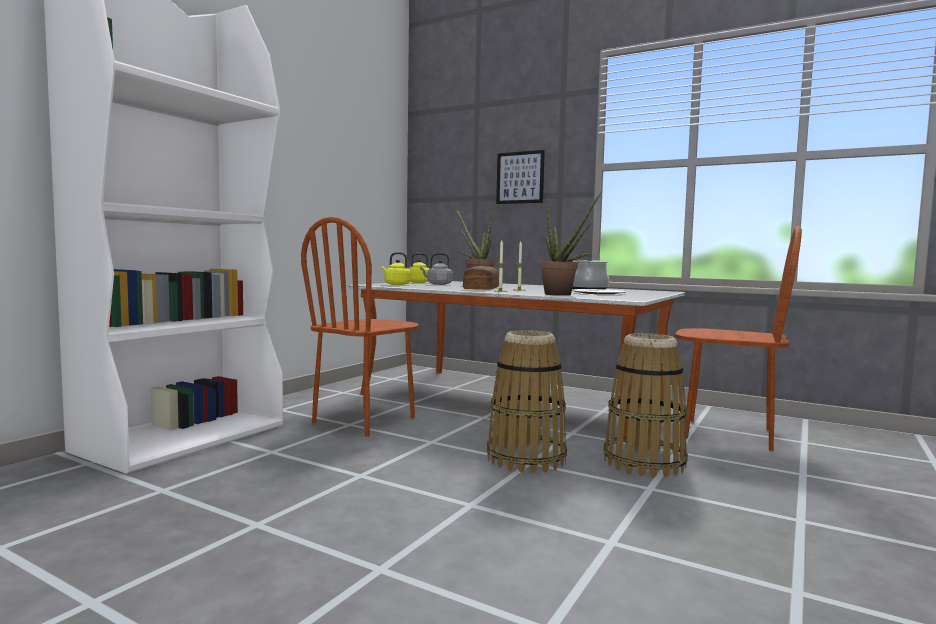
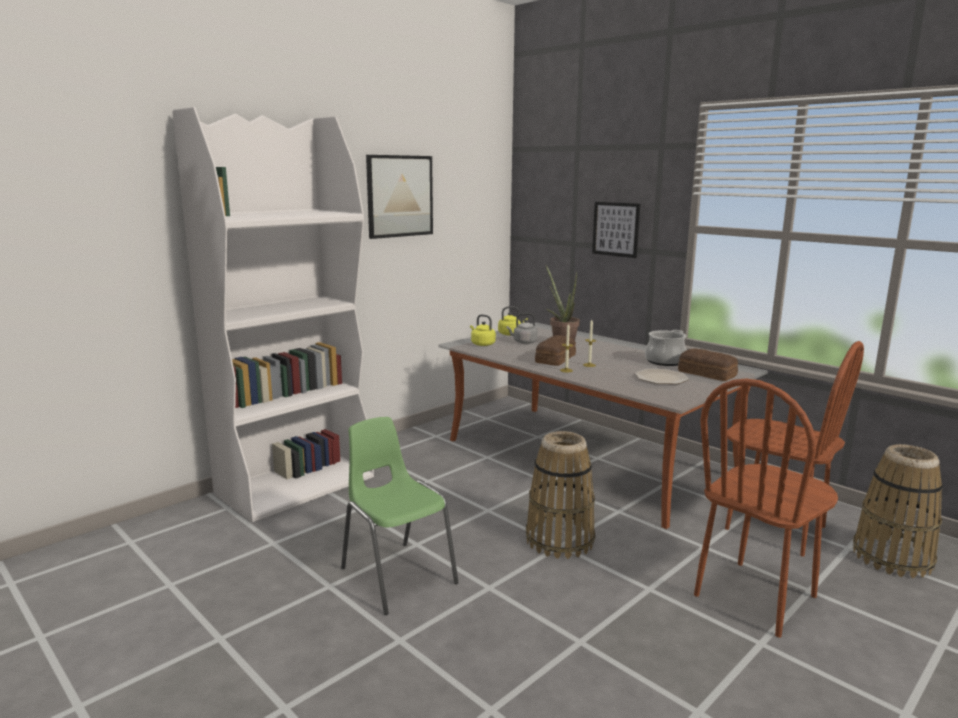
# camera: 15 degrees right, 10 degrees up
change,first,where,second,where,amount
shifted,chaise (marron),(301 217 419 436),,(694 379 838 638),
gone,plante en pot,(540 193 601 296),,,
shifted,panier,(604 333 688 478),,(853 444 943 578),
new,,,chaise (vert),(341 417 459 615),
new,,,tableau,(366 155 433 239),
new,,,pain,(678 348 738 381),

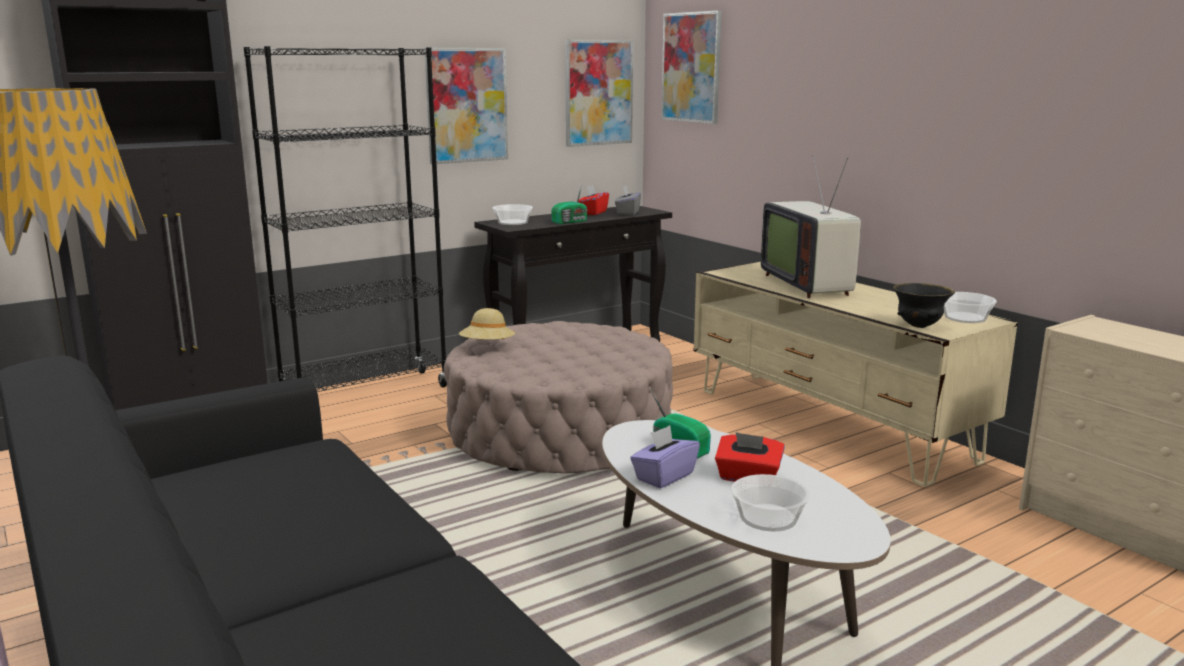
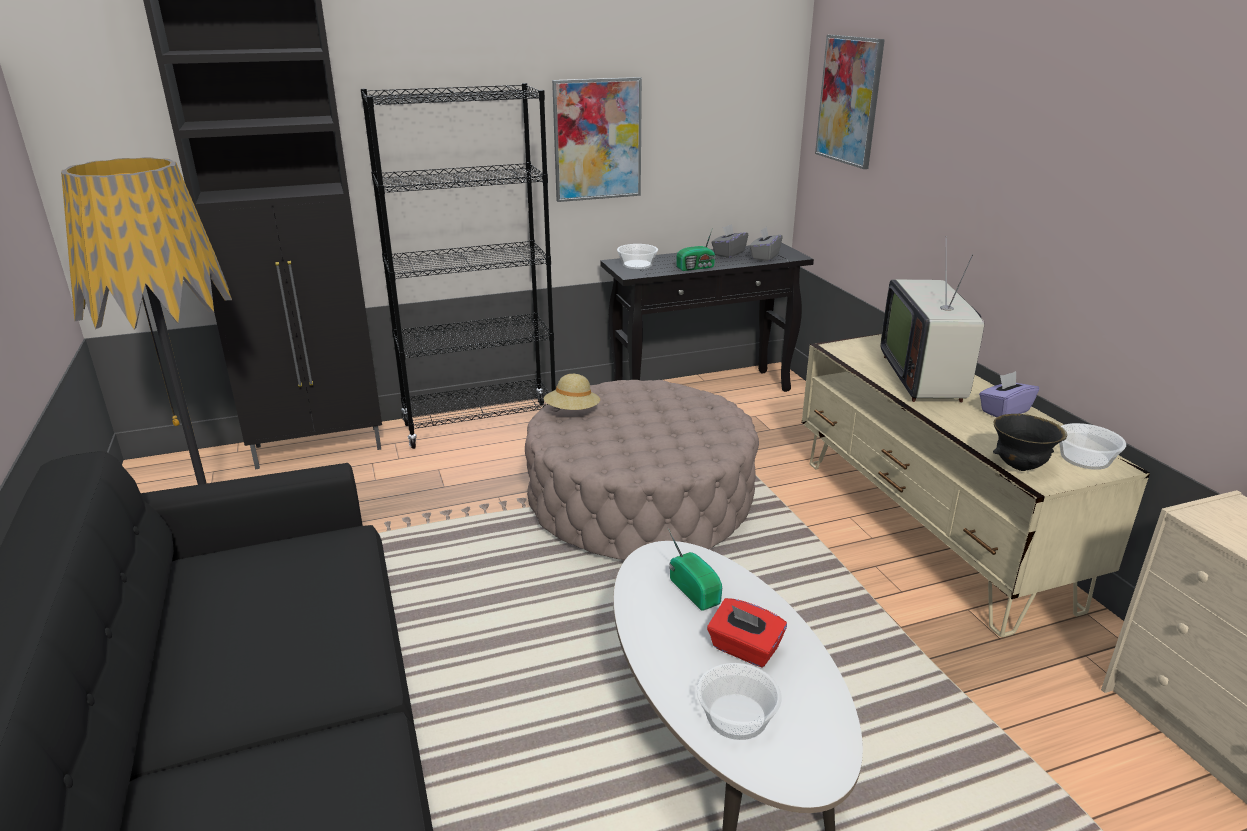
# camera: 15 degrees right, 10 degrees up
change,first,where,second,where,amount
gone,tableau,(565 40 633 147),,,
repainted,boîte à mouchoirs (rouge),(578 185 609 215),boîte à mouchoirs (gris),(711 224 748 258),
shifted,boîte à mouchoirs (violet),(630 425 700 488),,(979 371 1039 417),

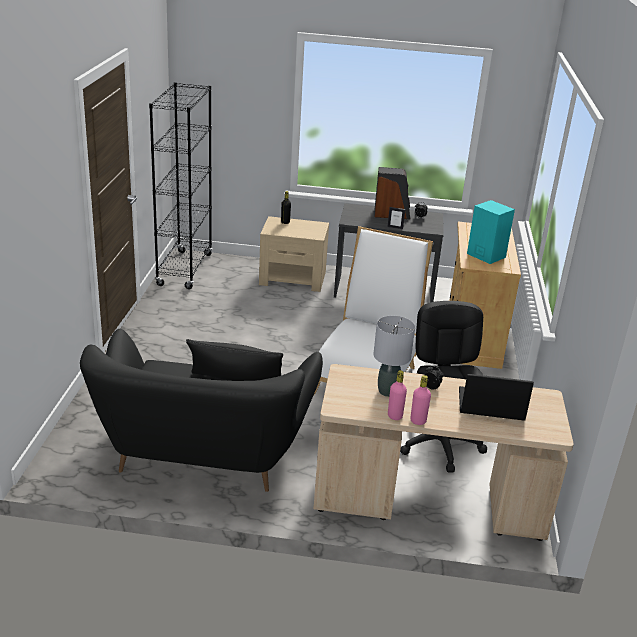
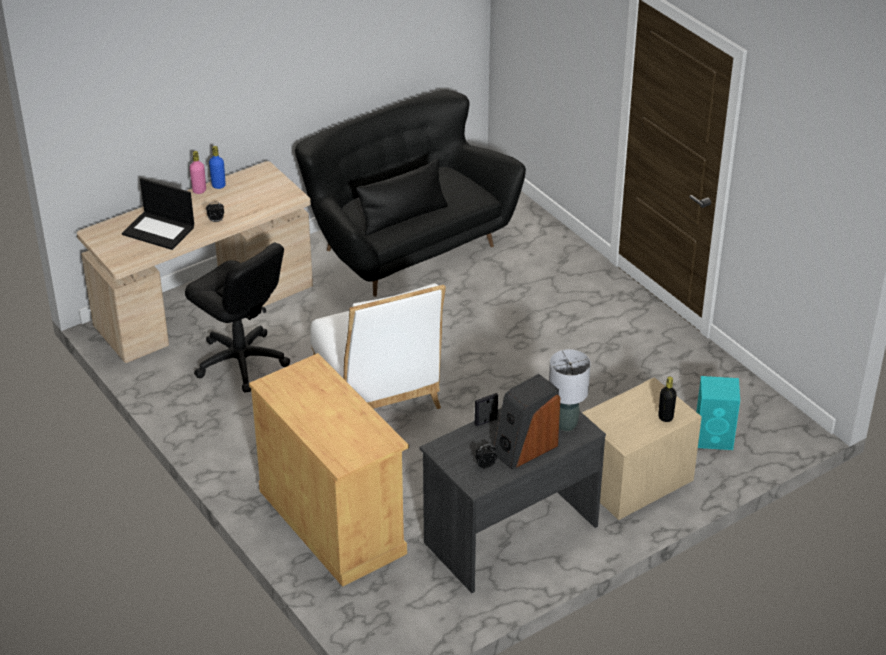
# camera: 140 degrees right, 10 degrees up
change,first,where,second,where,amount
gone,bibliothèque (noir),(149 82 213 289),,,
shifted,lampe de table (gris),(373 316 415 397),,(549 349 591 431),
repainted,bouteille (rose),(388 370 407 420),bouteille (bleu),(209 146 226 189),
rotated,ordinateur portable,(459 374 534 421),,(122 178 194 250),60 degrees clockwise
shifted,enceinte (turquoise),(467 200 515 264),,(696 376 740 450),

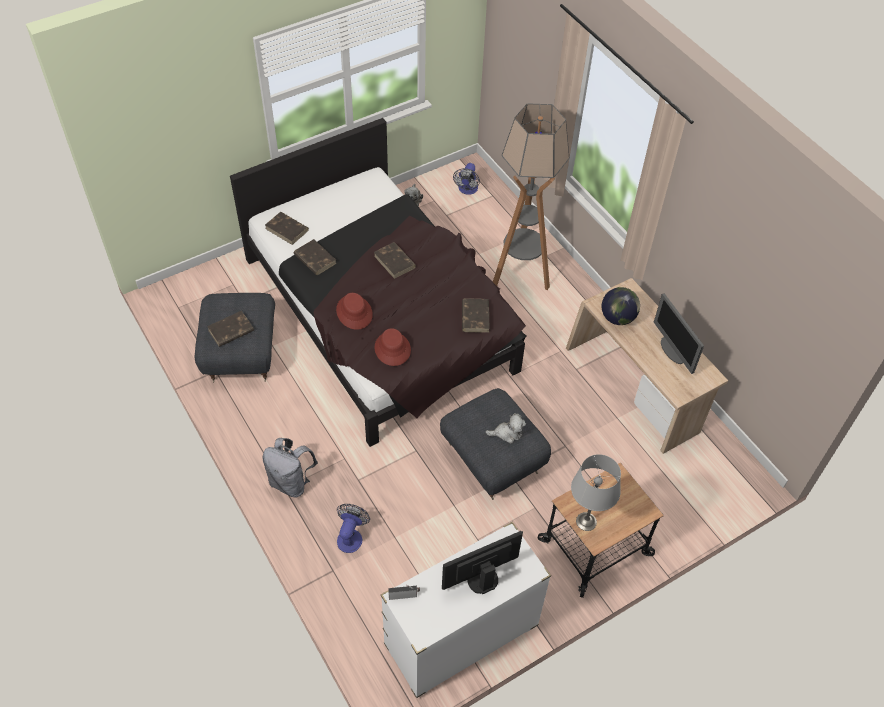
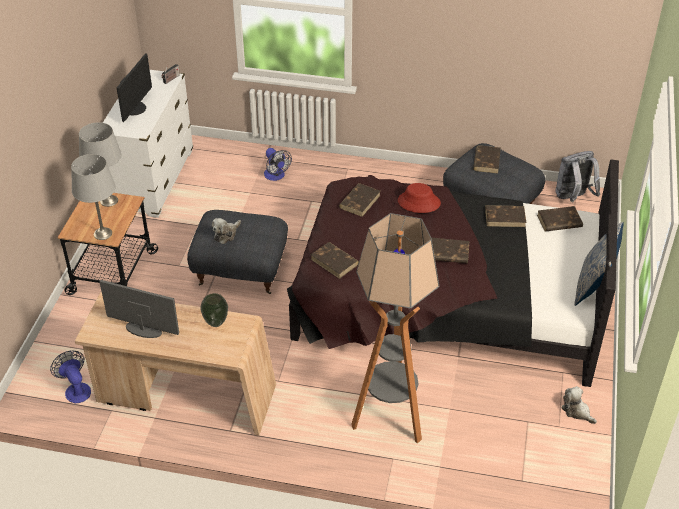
# camera: 135 degrees right, 10 degrees down
change,first,where,second,where,amount
shifted,sac à dos (gris),(263 438 318 498),,(556 151 600 202),
swapped,chapeau (rouge),(375 328 411 366),livre (marron),(339 183 381 217),
shifted,ventilateur,(453 163 480 195),,(50 351 91 403),
swapped,globe,(602 287 640 325),vase,(200 293 228 327),
new,,,lampe de table (gris),(71 154 116 240),
new,,,coussin,(574 222 624 306),

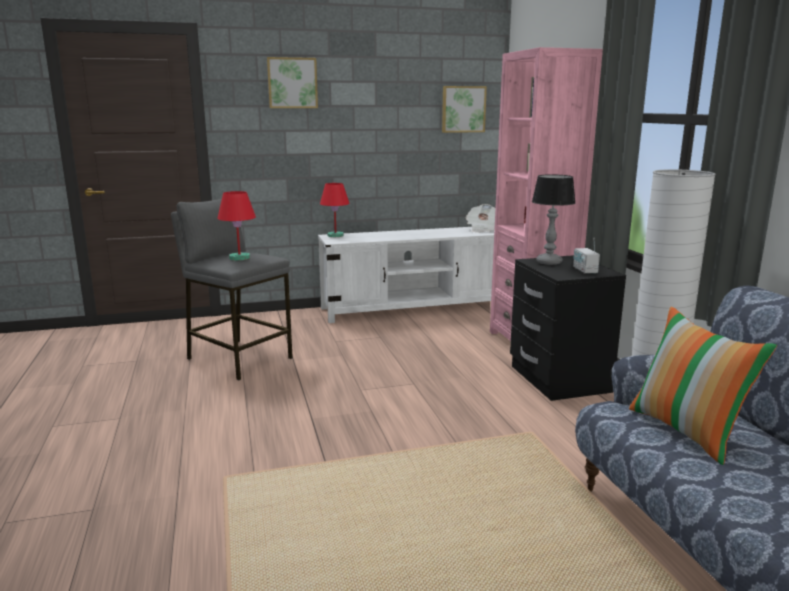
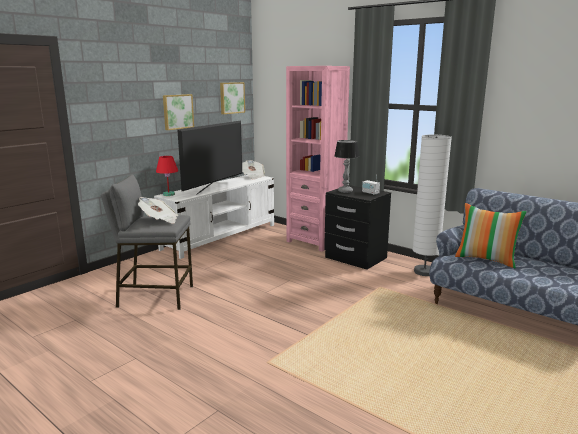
# camera: 35 degrees left, 0 degrees up
change,first,where,second,where,amount
swapped,lampe de table (rouge),(217 191 256 261),journal,(138 197 178 223),
shifted,tableau,(267 57 318 108),,(163 94 194 130),
new,,,téléviseur,(177 120 242 195),

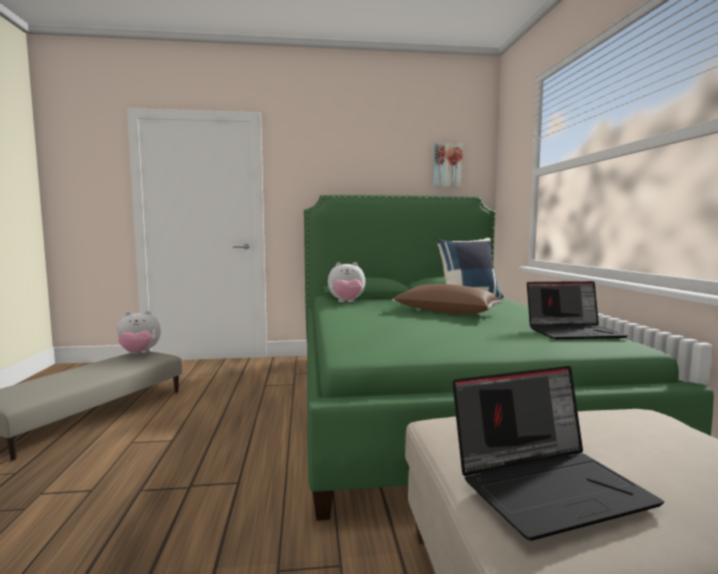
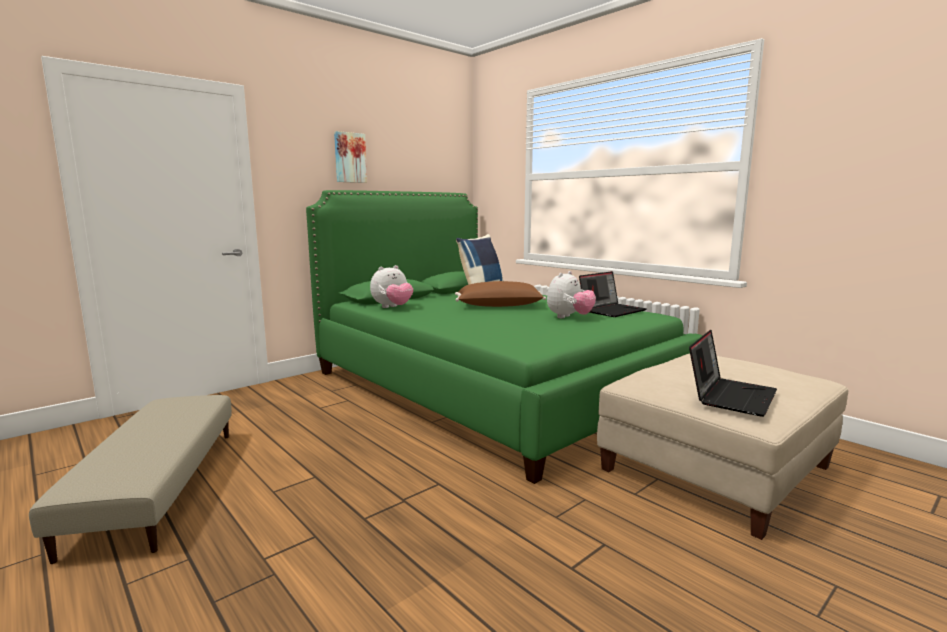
# camera: 35 degrees left, 5 degrees up
change,first,where,second,where,amount
shifted,peluche,(117 311 161 354),,(547 271 596 318),
shifted,tableau,(433 143 463 187),,(334 131 367 183),

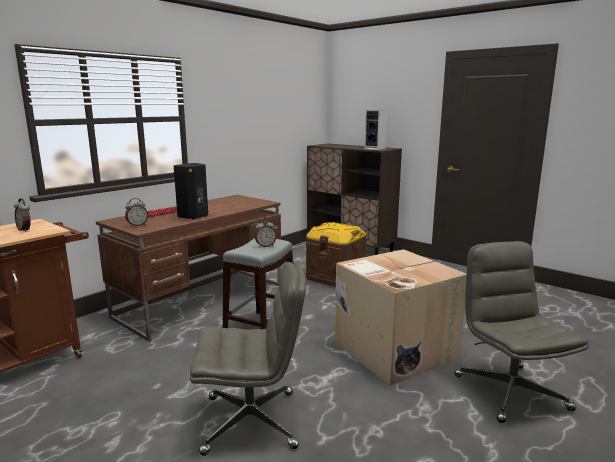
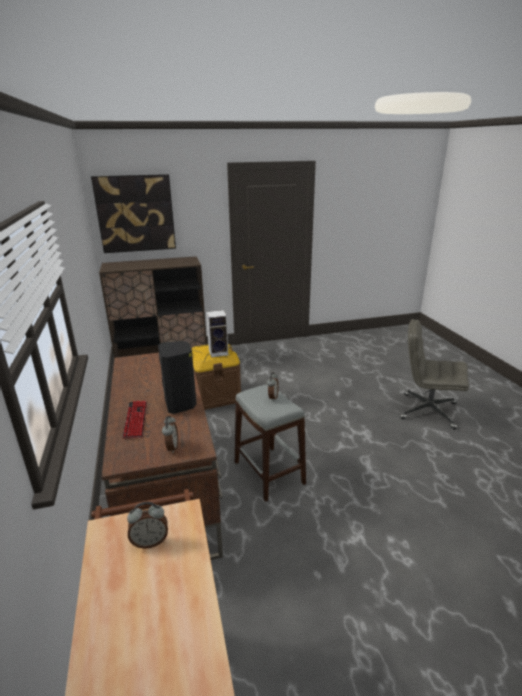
# camera: 55 degrees left, 10 degrees up
change,first,where,second,where,amount
gone,chaise de bureau (gris),(190 262 306 456),,,
gone,carton,(335 249 467 385),,,
shifted,enceinte,(364 110 387 150),,(206 310 228 357),
new,,,tableau,(91 174 176 253),

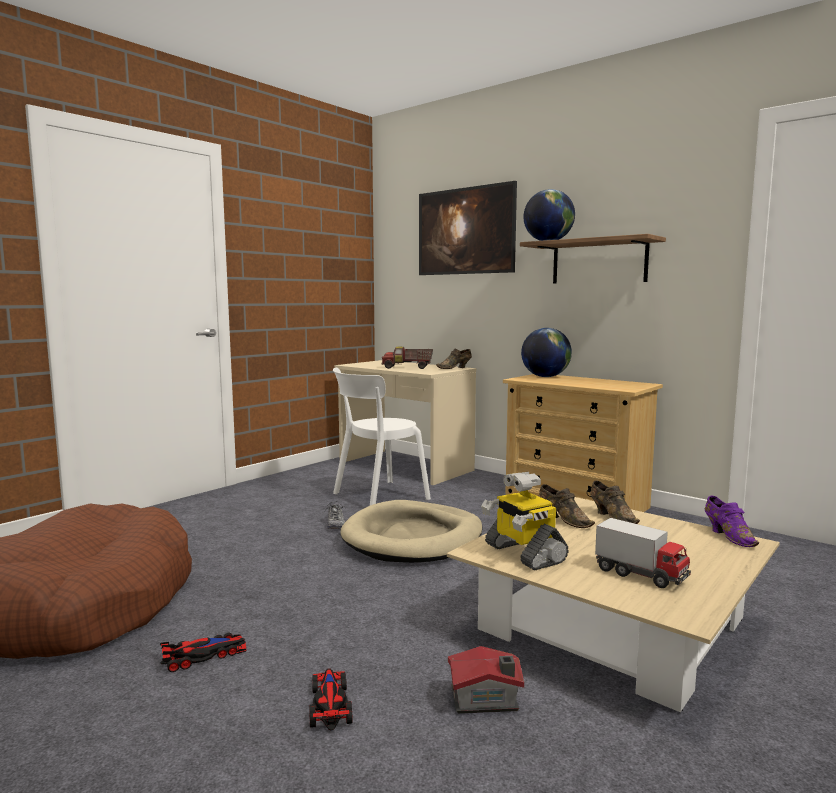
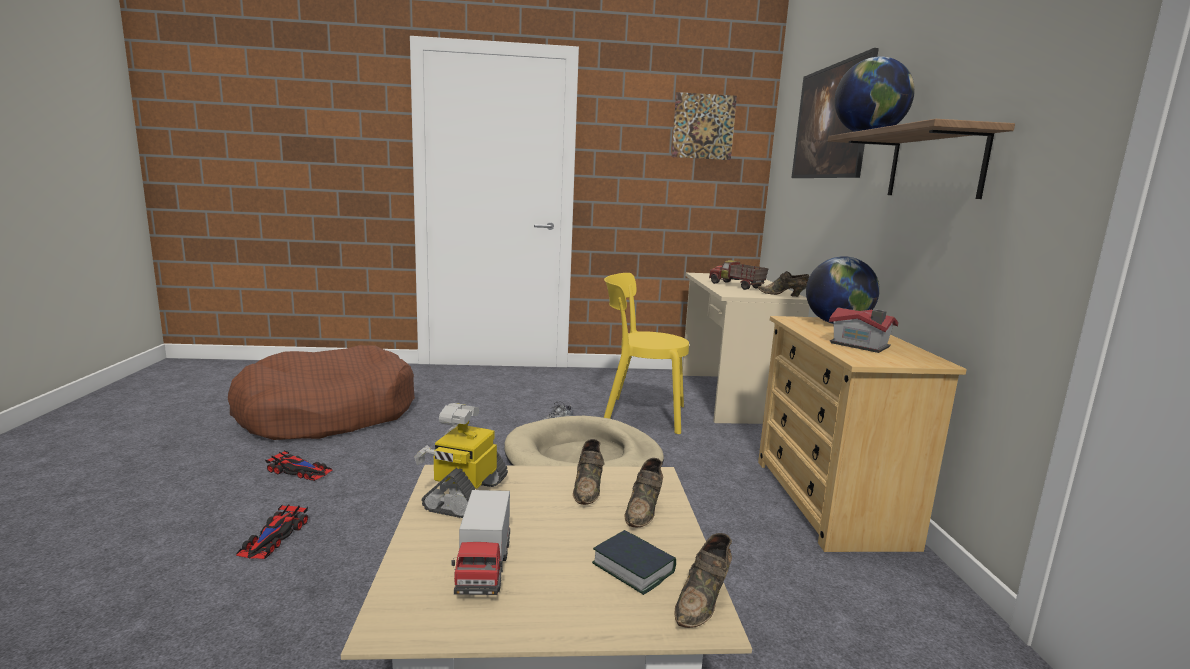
# camera: 45 degrees right, 5 degrees up
change,first,where,second,where,amount
rotated,petite voiture,(309 669 353 731),,(236 504 308 559),150 degrees clockwise
repainted,chaise (blanc),(333 368 431 505),chaise (jaune),(604 273 689 434),
shifted,maison miniature,(448 646 524 714),,(829 307 899 353),
repainted,chaussure (violet),(705 495 759 547),chaussure (marron),(675 533 732 628),
new,,,livre,(592 530 676 595),
new,,,tableau,(671 92 737 160),

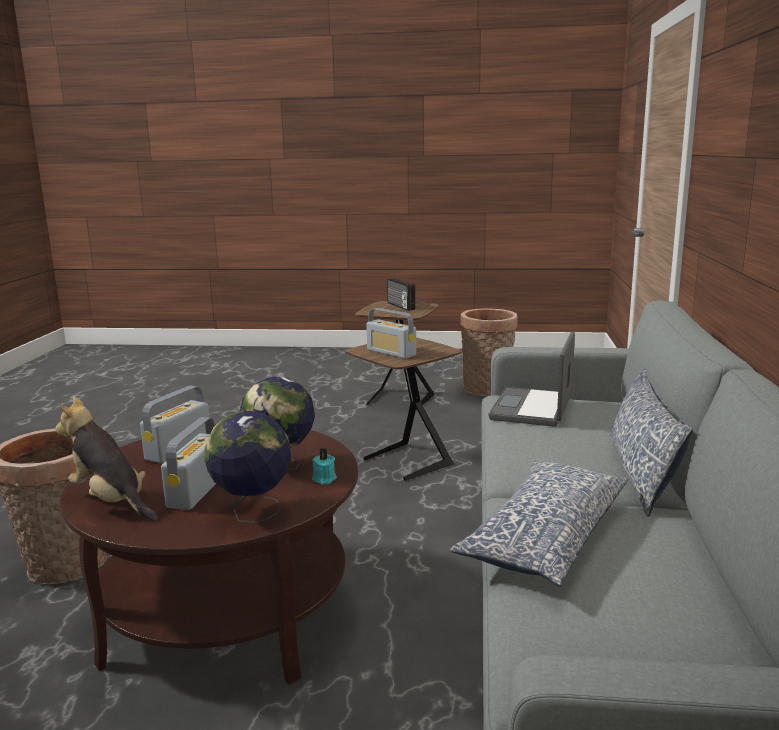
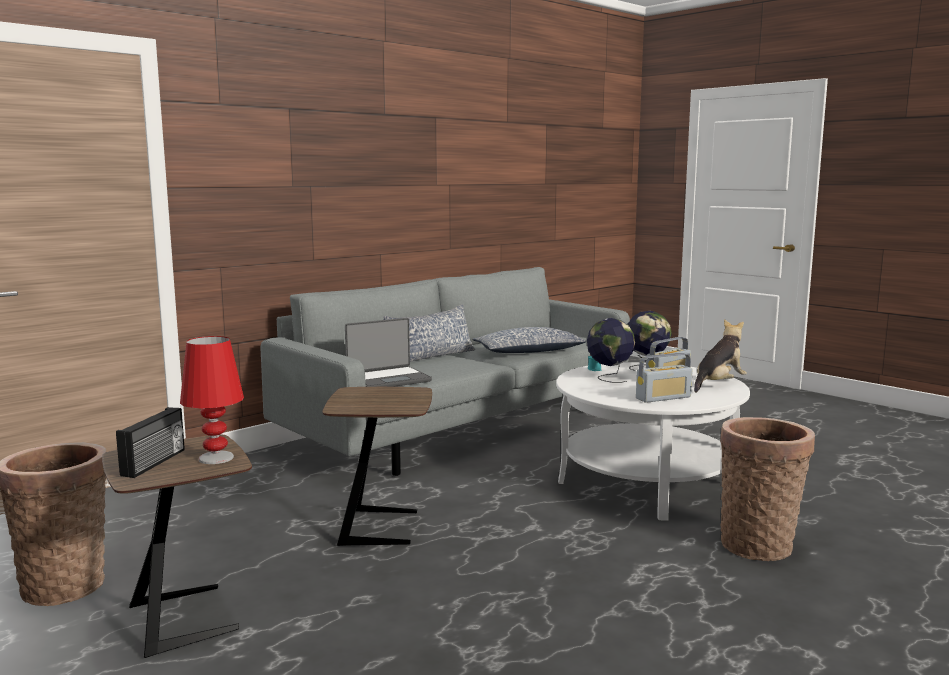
# camera: 140 degrees left, 5 degrees down
change,first,where,second,where,amount
rotated,peluche,(55 397 158 521),,(694 319 747 393),120 degrees counterclockwise
repainted,table basse (marron),(60 424 358 685),table basse (blanc),(556 362 750 520),
gone,radio,(366 308 416 359),,,
new,,,lampe de table (rouge),(180 336 244 464),

